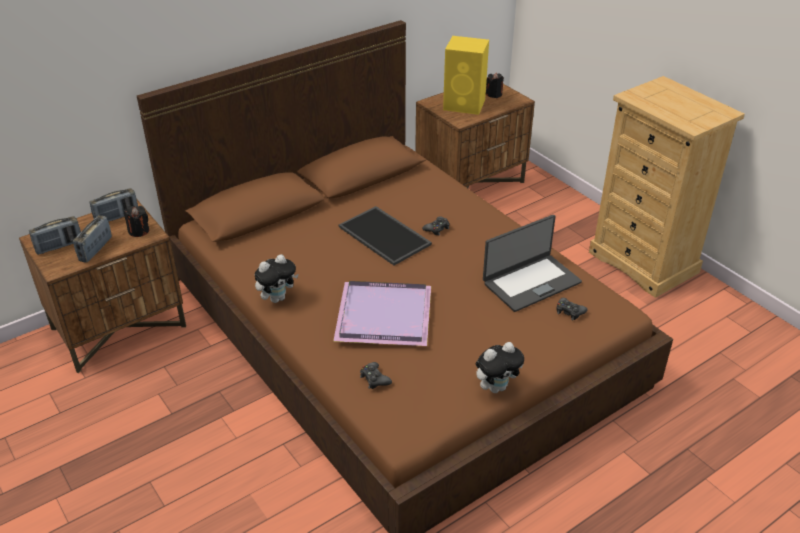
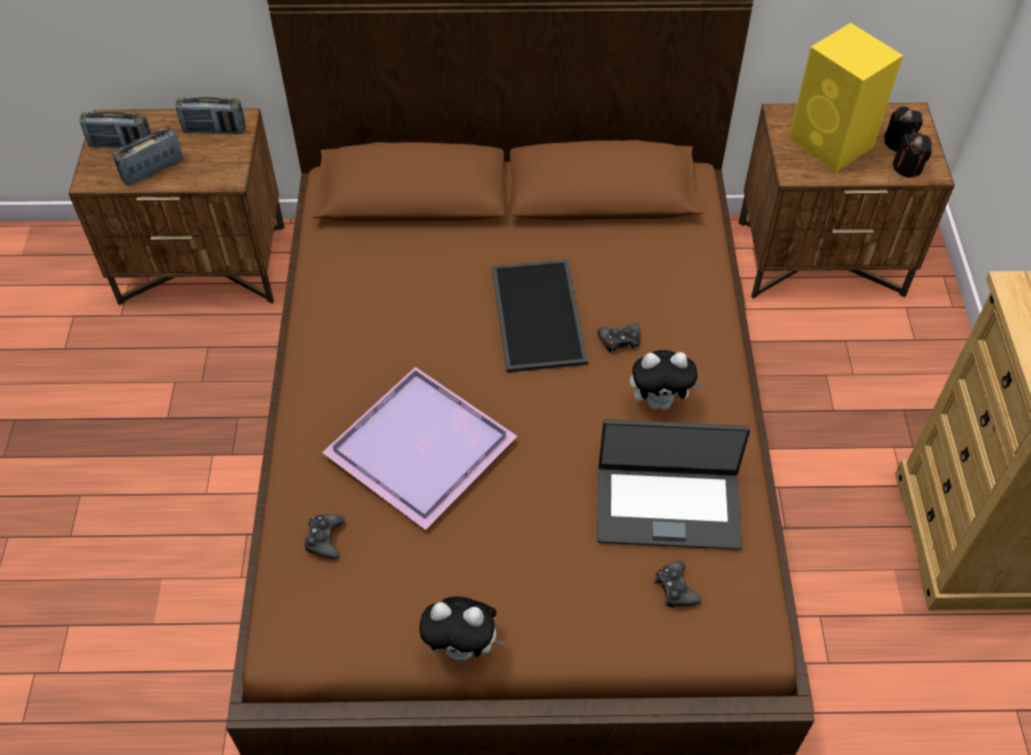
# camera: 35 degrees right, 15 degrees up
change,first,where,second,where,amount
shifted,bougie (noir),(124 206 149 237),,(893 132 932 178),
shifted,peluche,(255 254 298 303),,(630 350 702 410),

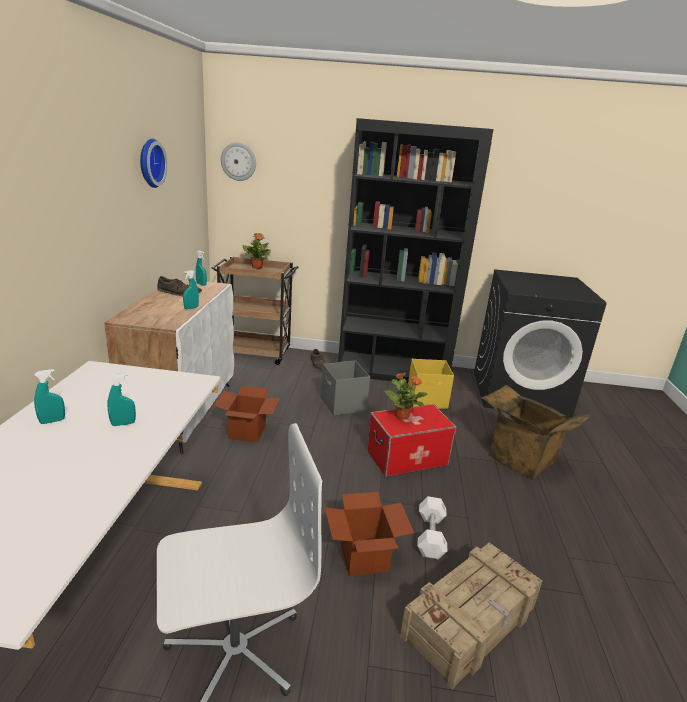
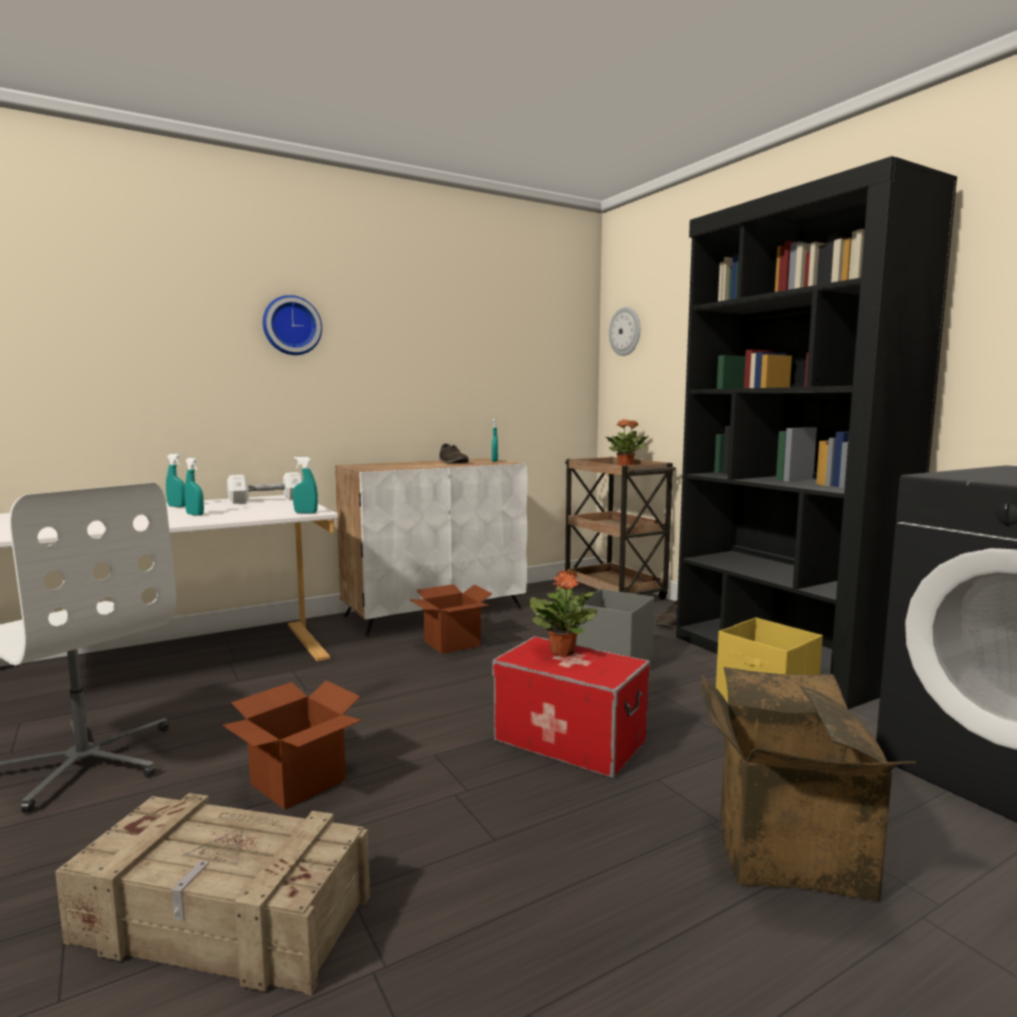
# camera: 55 degrees right, 15 degrees down
change,first,where,second,where,amount
shifted,horloge murale,(140 138 167 188),,(263 295 322 355),
shifted,vaporisateur (turquoise),(183 270 199 310),,(292 457 318 513),
shifted,haltère (blanc),(417 496 447 559),,(227 472 303 504),

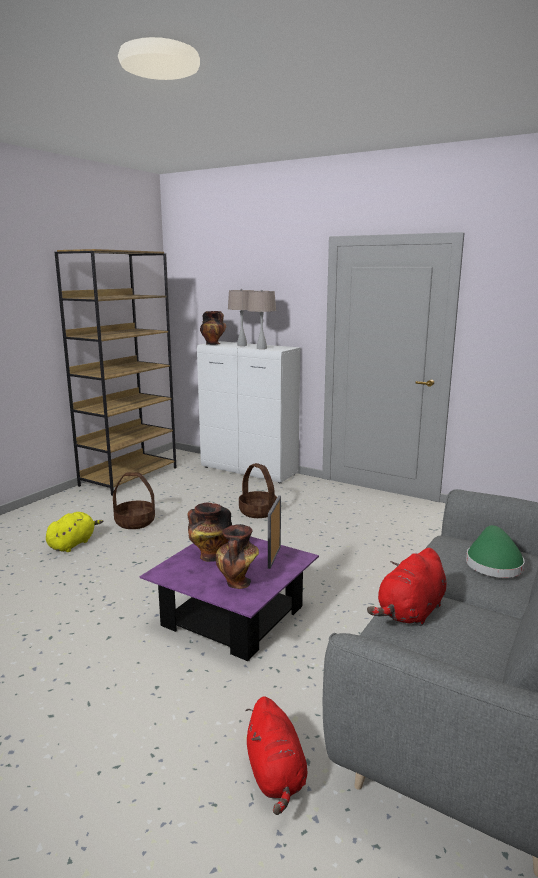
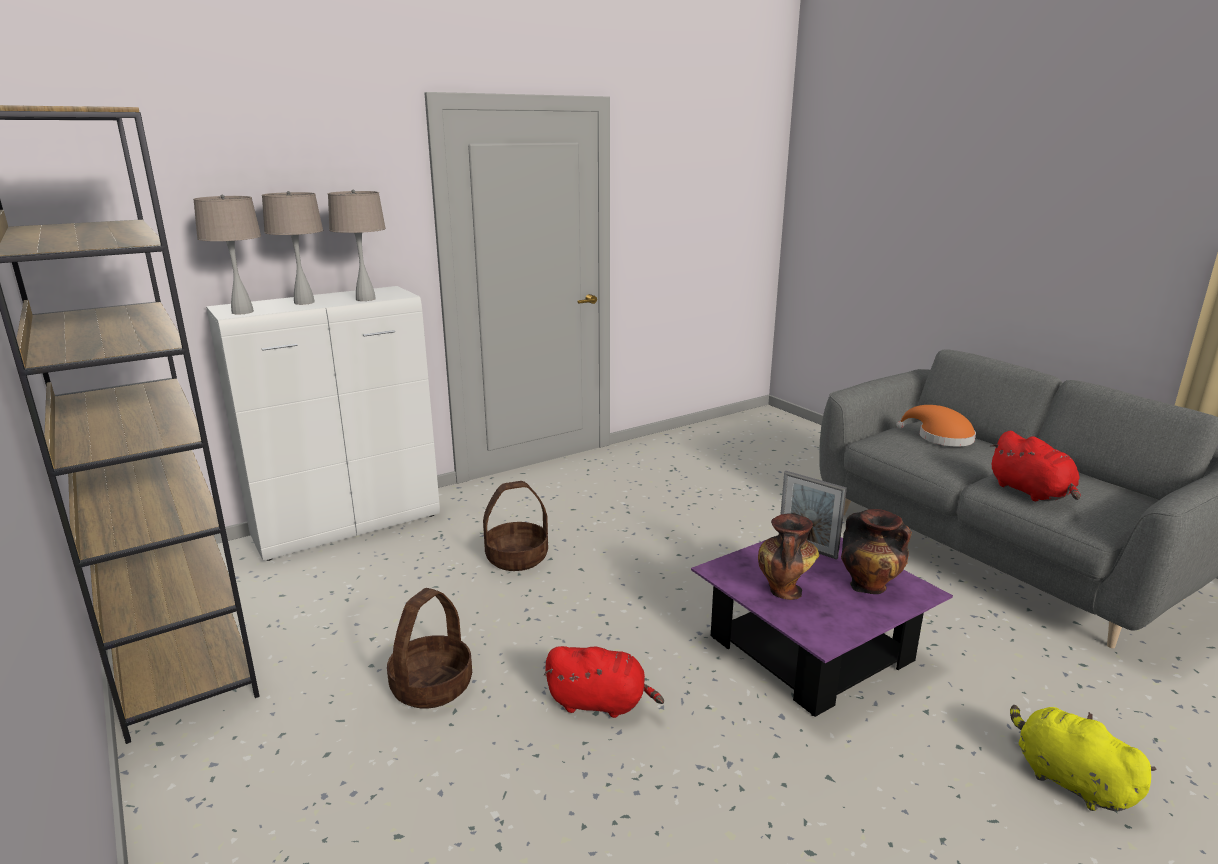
# camera: 65 degrees left, 5 degrees up
change,first,where,second,where,amount
shifted,peluche (jaune),(46 512 103 552),,(1010 705 1157 811),
swapped,vase,(200 311 226 345),lampe de table (beige),(193 195 261 314),
shifted,peluche (rouge),(246 696 307 815),,(544 646 664 718),
repainted,chapeau (vert),(466 525 525 578),chapeau (orange),(896 405 976 446),

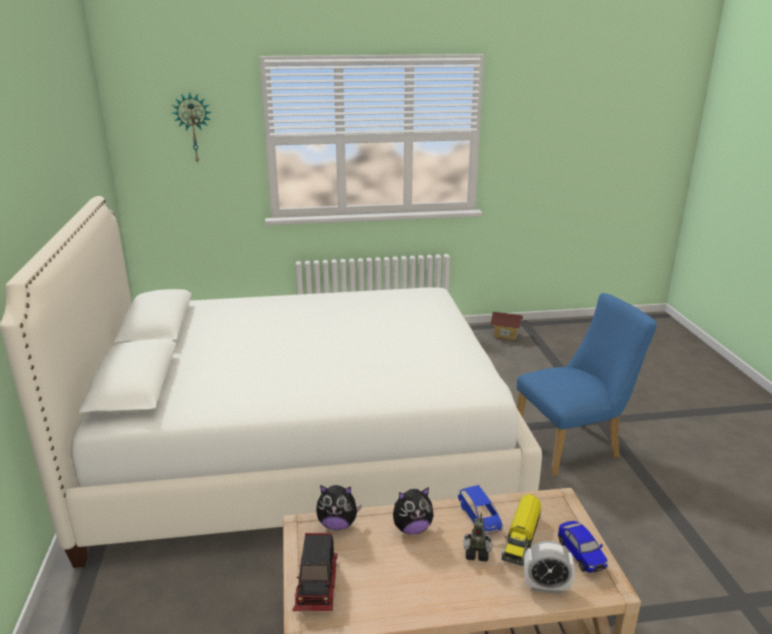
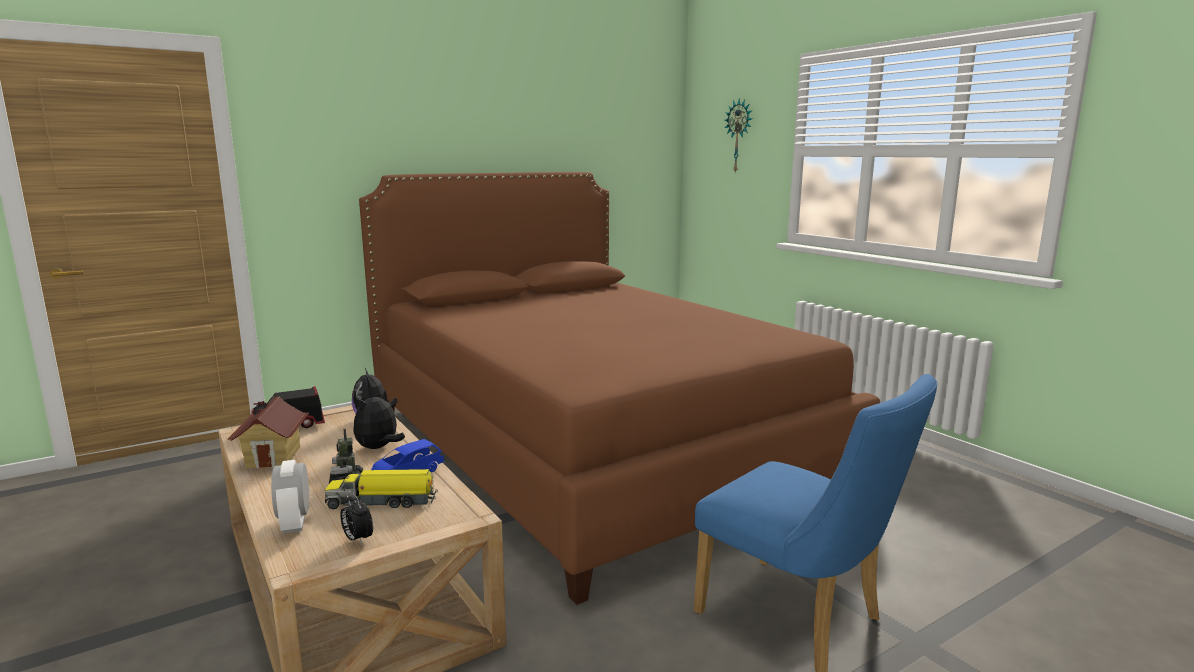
# camera: 65 degrees right, 10 degrees down
change,first,where,second,where,amount
repainted,lit (blanc),(0 196 542 568),lit (marron),(359 172 880 605),
rotated,peluche,(393 487 434 535),,(353 390 405 449),75 degrees clockwise
shifted,maison miniature,(490 312 523 340),,(227 396 309 468),
swapped,petite voiture,(558 521 608 573),réveil,(340 492 373 544),

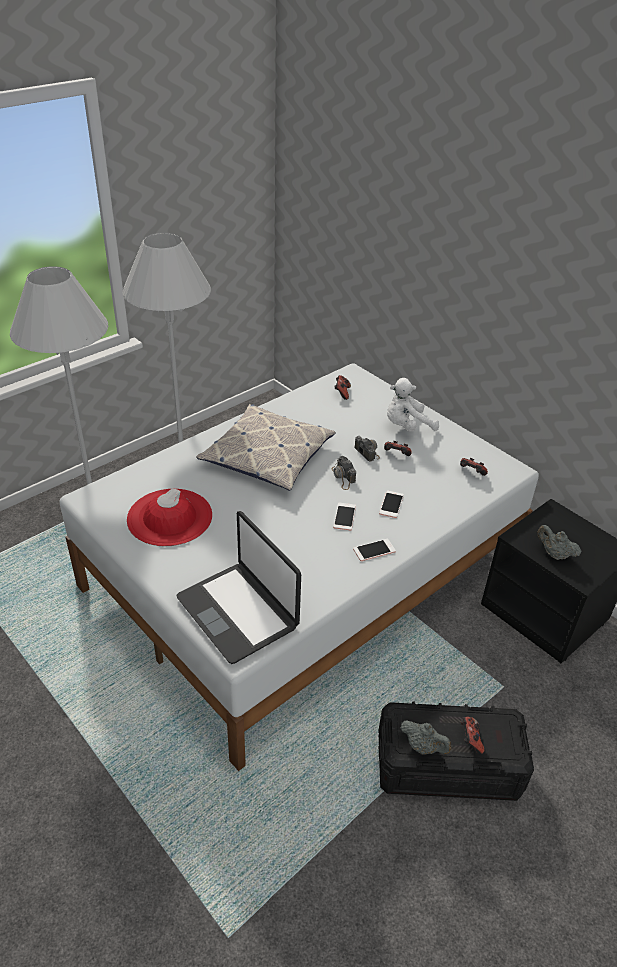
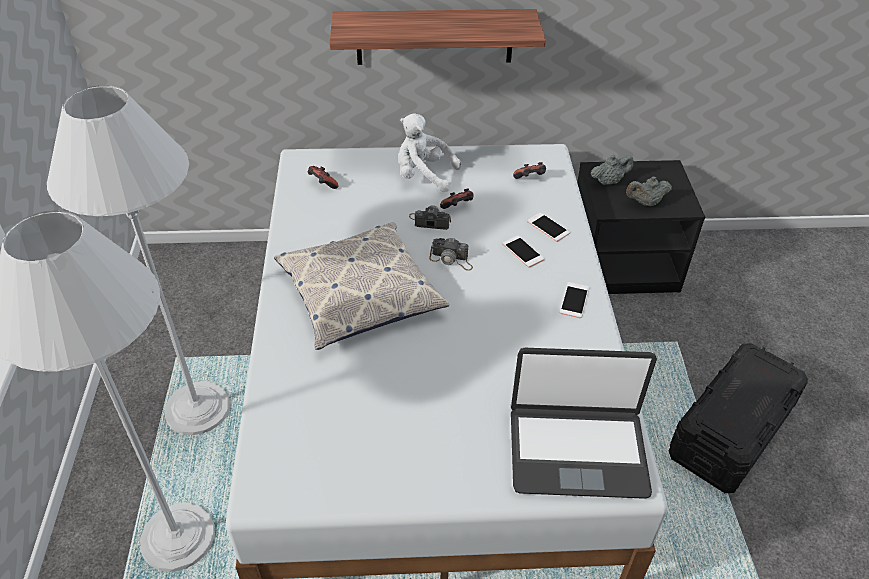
# camera: 50 degrees left, 5 degrees up
change,first,where,second,where,amount
gone,chapeau (rouge),(127 488 212 546),,,
shifted,téléphone,(333 503 356 530),,(527 212 570 242),
rotated,peluche (blanc),(387 378 439 432),,(398 113 461 192),90 degrees clockwise
shifted,théière (gris),(400 720 451 754),,(591 155 634 185),
gone,manette,(461 717 484 754),,,
new,,,étagère,(330 9 546 65),

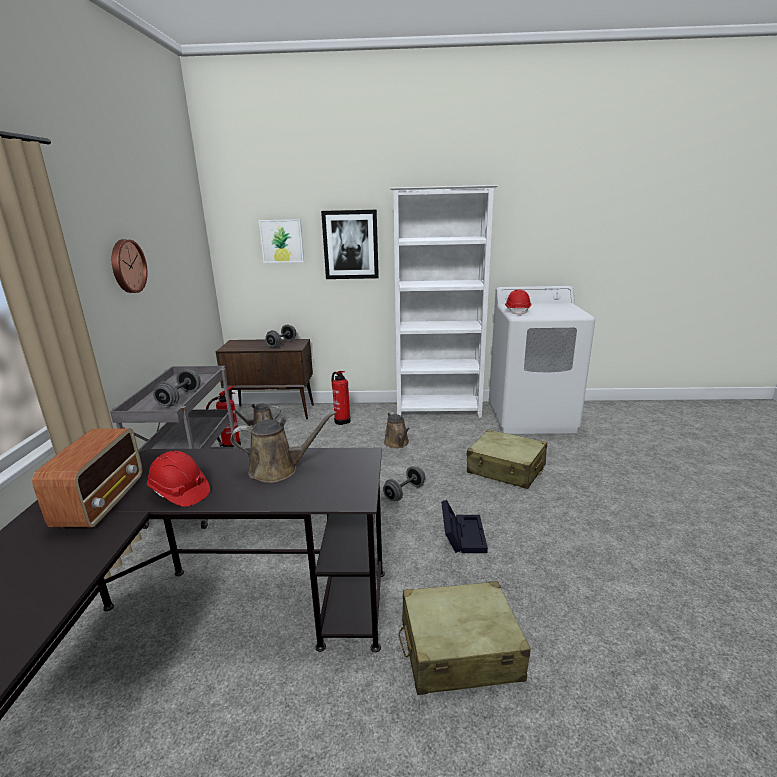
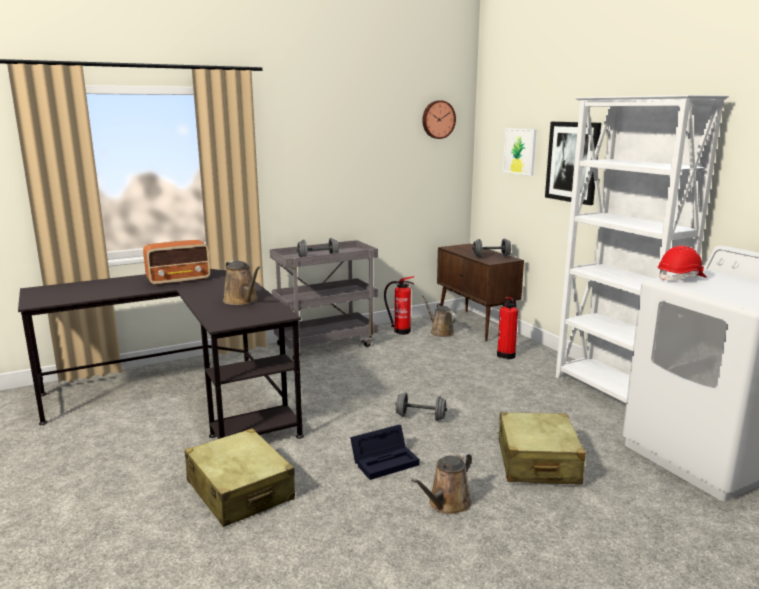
# camera: 60 degrees right, 5 degrees down
change,first,where,second,where,amount
shifted,horloge murale,(112 239 147 293),,(422 100 456 139),
gone,casque de chantier (rouge),(147 451 210 507),,,
shifted,arrosoir (marron),(384 412 410 448),,(411 452 472 515),

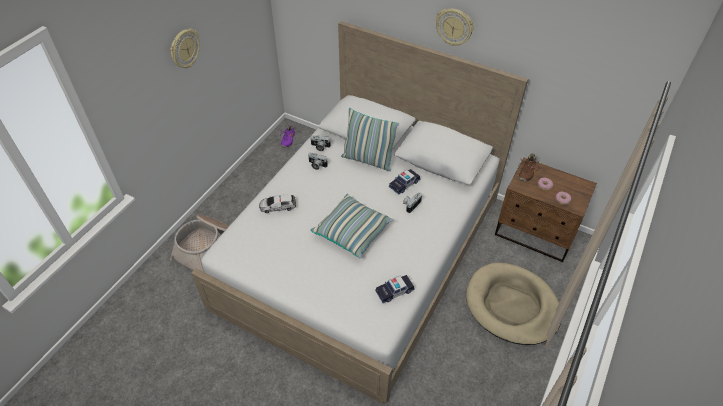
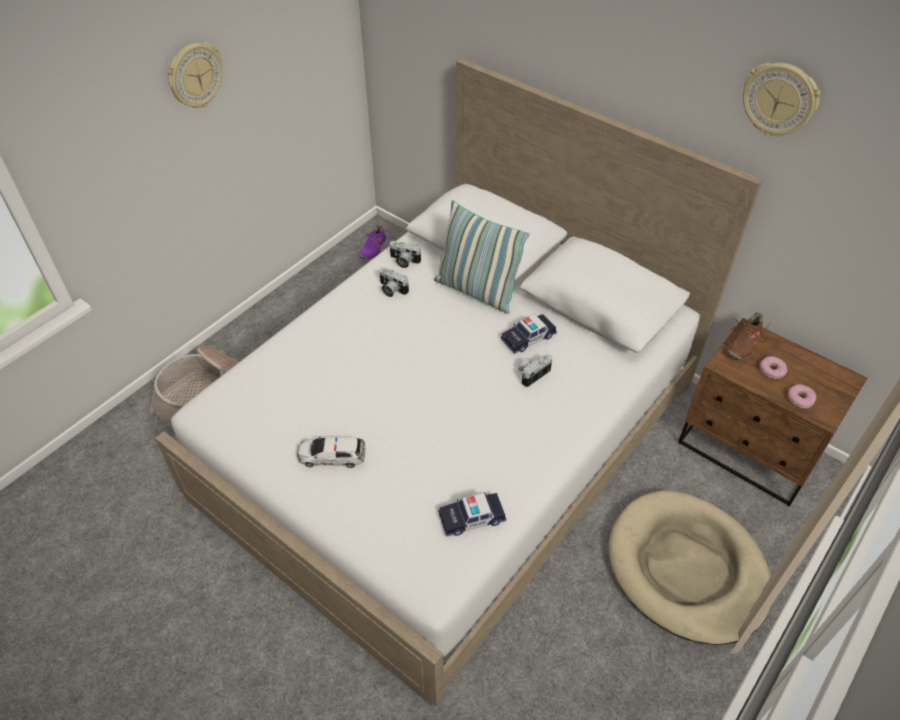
# camera: 10 degrees right, 0 degrees up
change,first,where,second,where,amount
shifted,petite voiture,(259 194 296 213),,(297 436 365 468),
gone,coussin,(310 194 393 258),,,
shifted,horloge murale,(436 9 474 46),,(743 63 820 136),

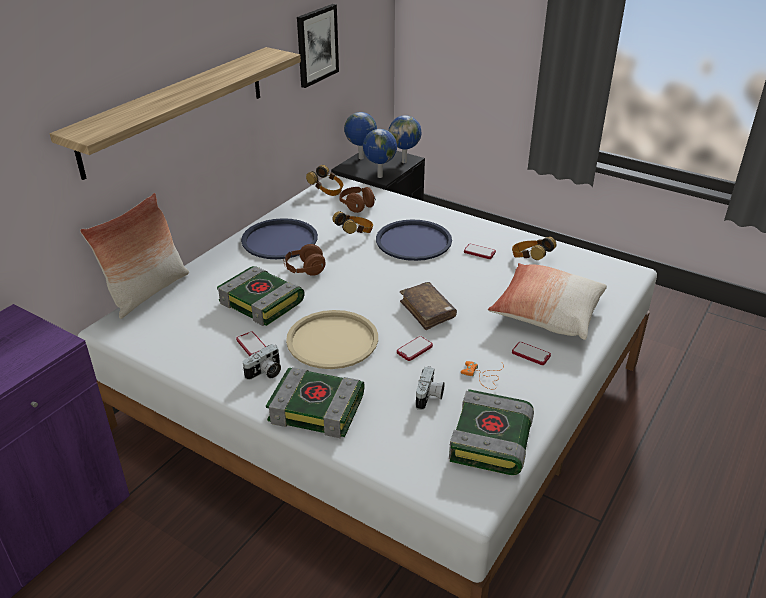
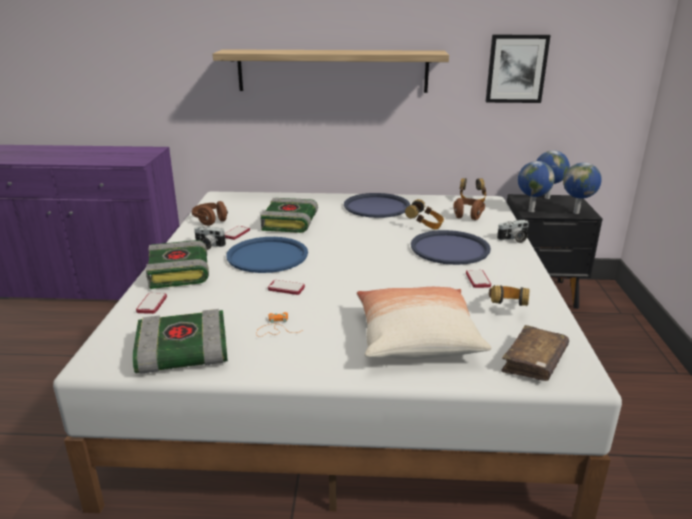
# camera: 60 degrees right, 10 degrees down
change,first,where,second,where,amount
gone,coussin,(80 193 189 319),,,
shifted,casque audio (marron),(284 244 326 276),,(192 201 228 226),
repainted,plateau (beige),(286 310 378 369),plateau (bleu),(226 237 308 273),
shifted,livre (marron),(400 282 457 330),,(501 325 569 381),
shifted,appareil photo,(416 366 445 410),,(497 220 529 243),
shifted,téléphone,(512 342 551 365),,(136 293 167 314),

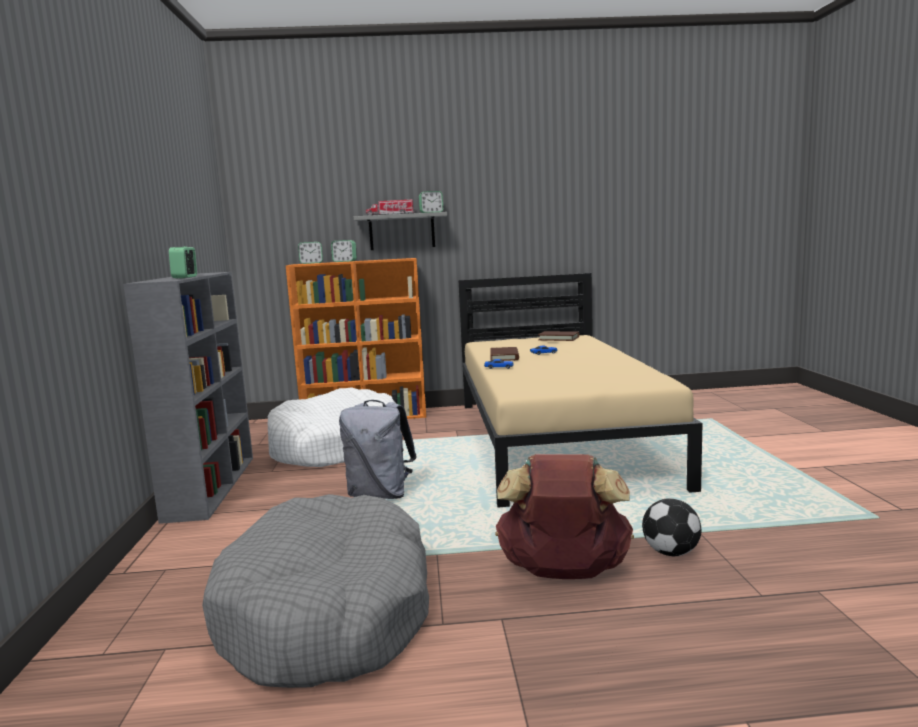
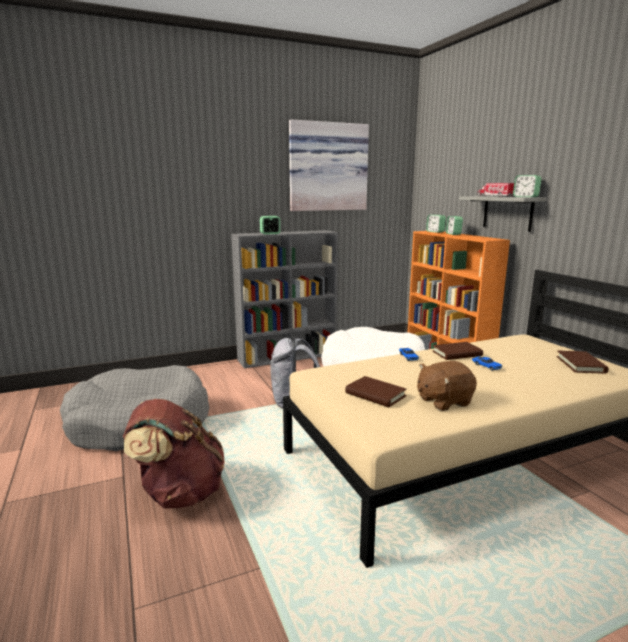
# camera: 70 degrees right, 5 degrees up
change,first,where,second,where,amount
gone,ballon de foot,(642 498 701 556),,,
new,,,tableau,(289 119 369 211),
new,,,livre (marron),(345 376 407 407),
new,,,peluche (marron),(417 361 477 411),

